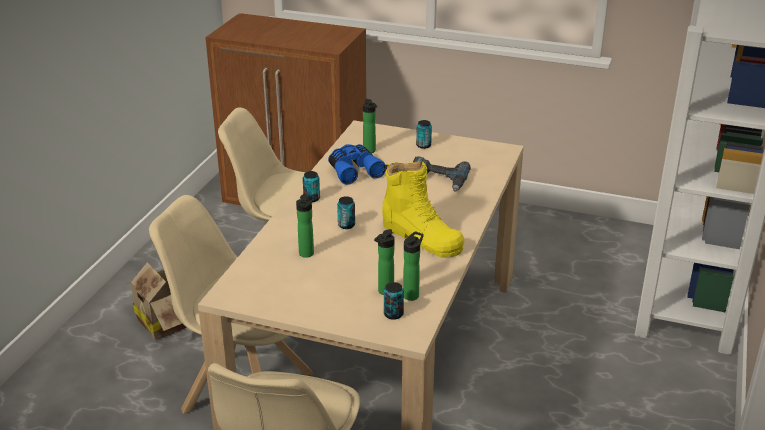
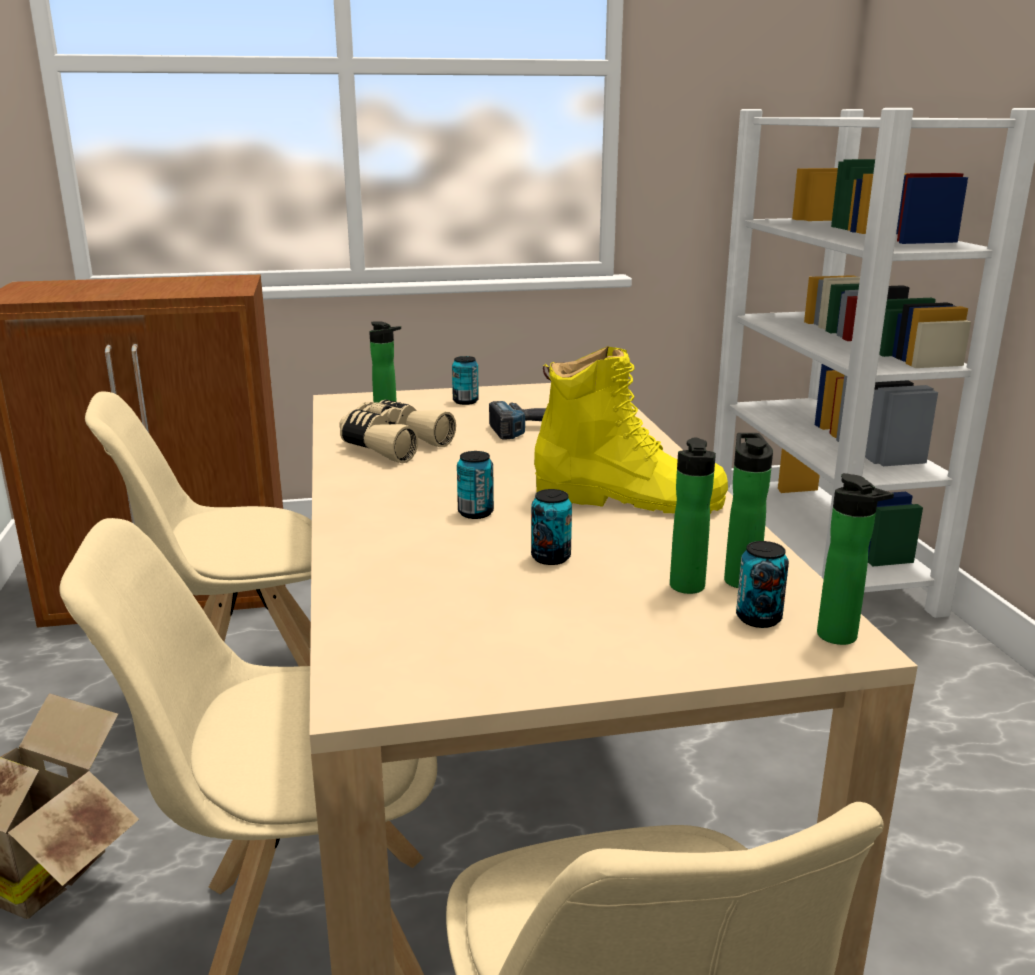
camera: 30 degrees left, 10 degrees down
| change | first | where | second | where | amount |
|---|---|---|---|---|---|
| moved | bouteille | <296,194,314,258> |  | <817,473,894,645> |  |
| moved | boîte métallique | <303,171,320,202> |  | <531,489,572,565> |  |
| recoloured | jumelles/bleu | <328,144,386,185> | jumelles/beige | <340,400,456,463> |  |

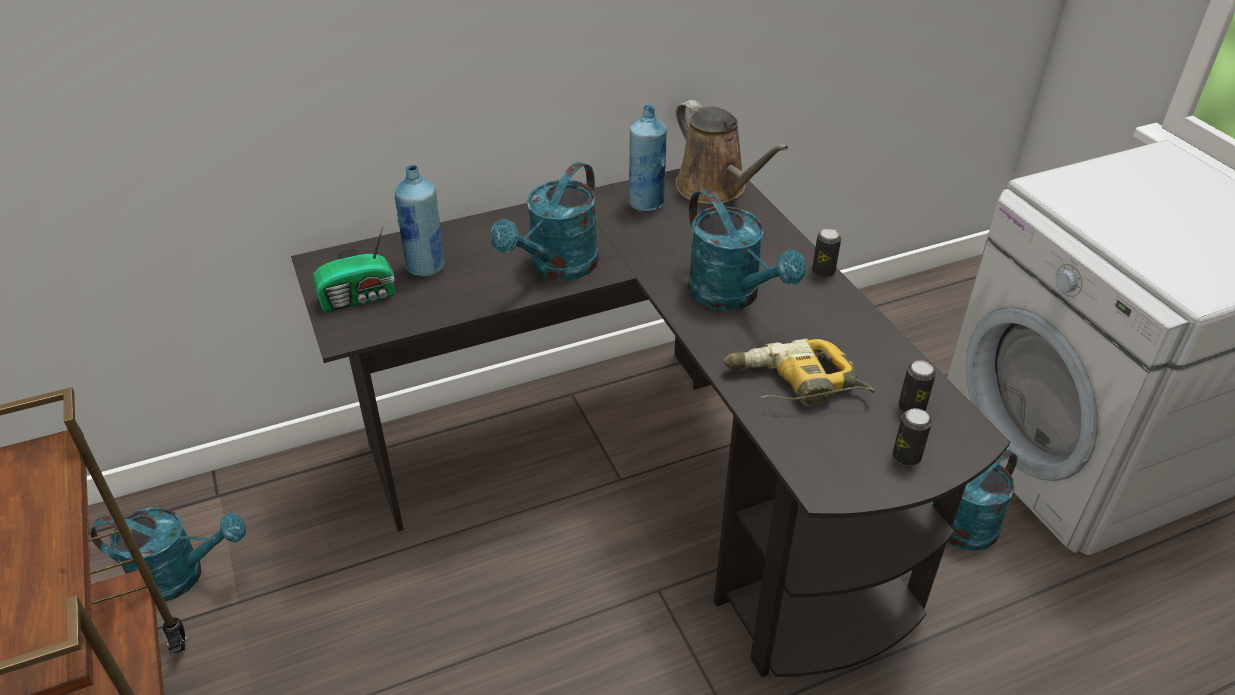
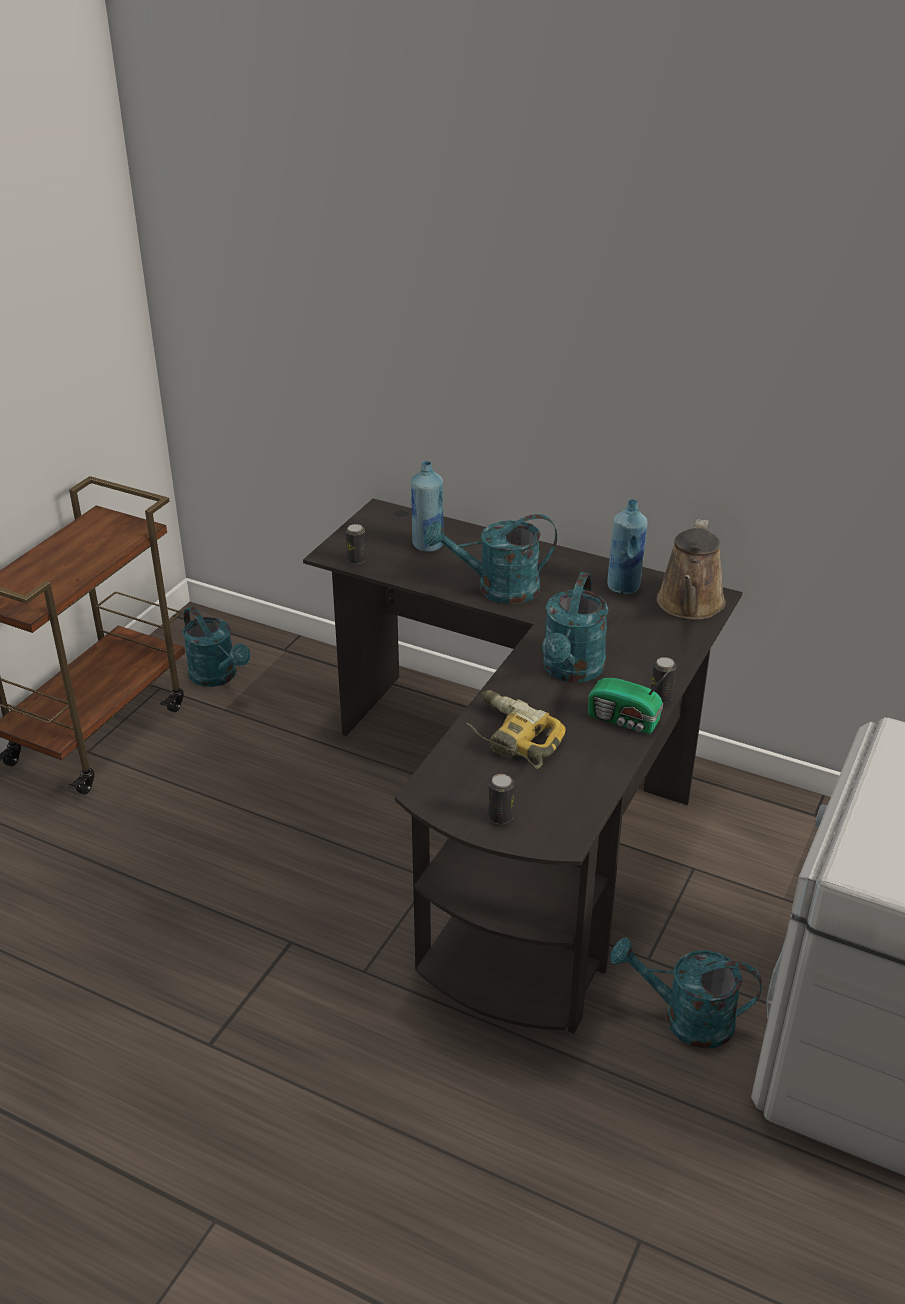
camera: 50 degrees right, 5 degrees down
| change | first | where | second | where | amount |
|---|---|---|---|---|---|
| moved | radio | <313,219,395,312> |  | <588,667,672,734> |  |
| moved | boîte métallique | <898,360,936,412> |  | <346,524,366,564> |  |

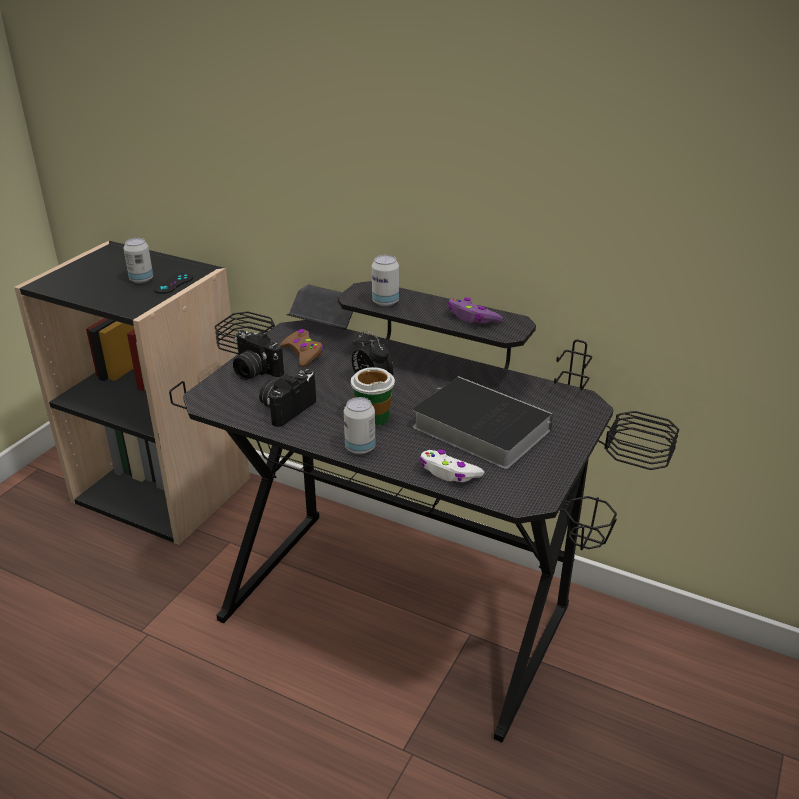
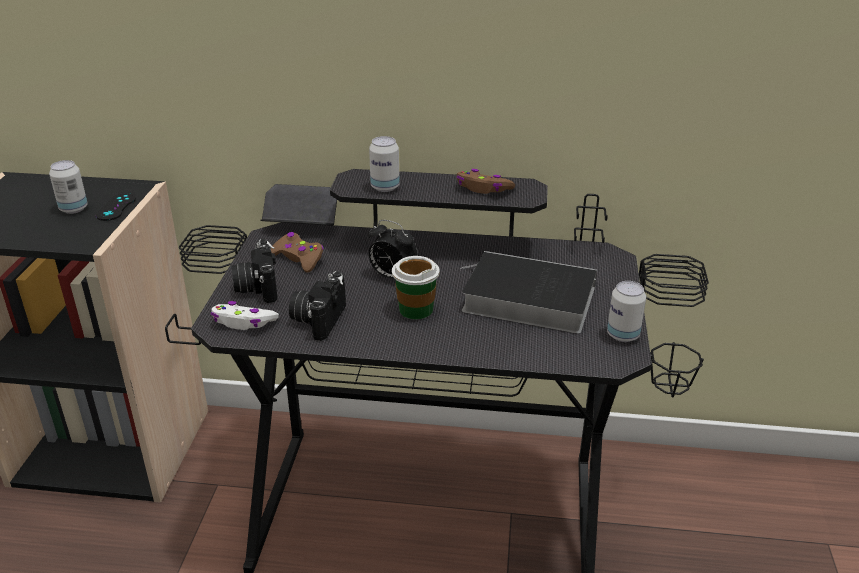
camera: 20 degrees left, 0 degrees up
| change | first | where | second | where | amount |
|---|---|---|---|---|---|
| turned | appareil photo | <233,330,284,380> |  | <231,239,278,303> | 60 degrees clockwise |
| moved | boîte métallique | <344,397,375,454> |  | <607,281,646,342> |  |
| moved | manette/blanc | <420,450,484,482> |  | <211,301,279,330> |  |
| recoloured | manette/violet | <447,297,503,323> | manette/marron | <456,169,515,194> |  |

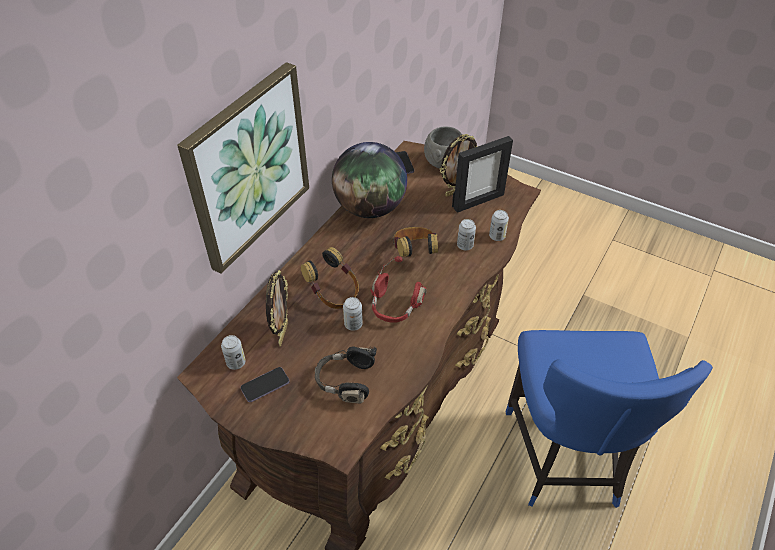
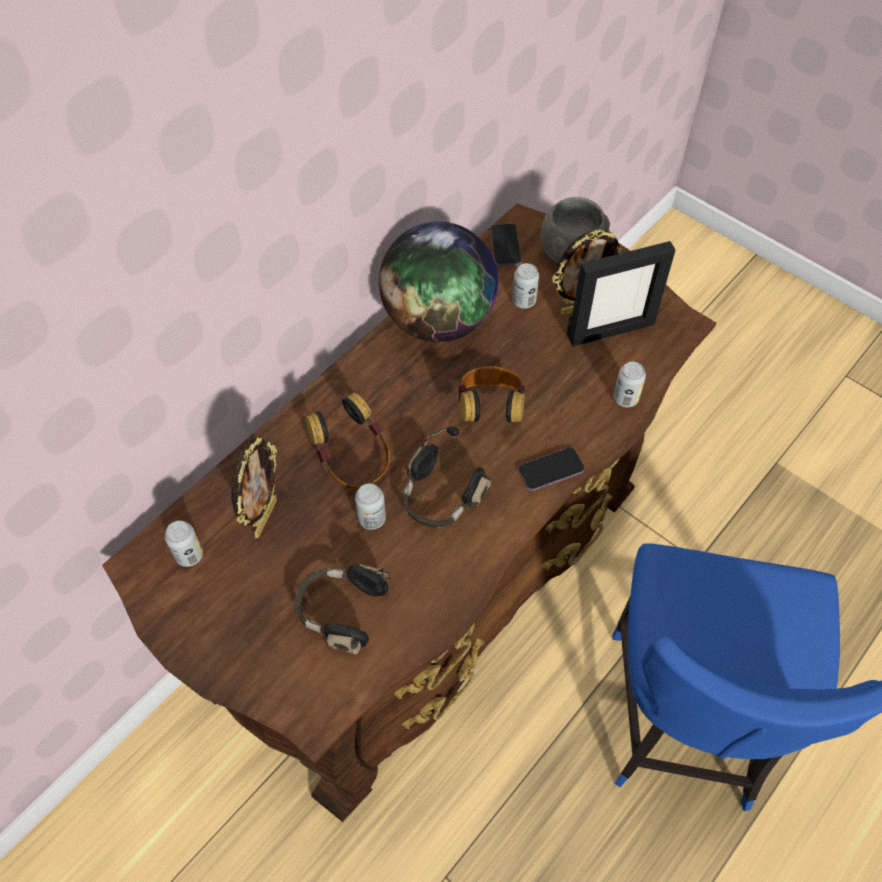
camera: 10 degrees right, 10 degrees up
| change | first | where | second | where | amount |
|---|---|---|---|---|---|
| removed | tableau | <177,62,309,274> |  |  |  |
| moved | téléphone | <241,367,290,402> |  | <518,447,585,491> |  |
| recoloured | casque audio/rouge | <370,256,426,323> | casque audio/noir | <403,426,491,528> |  |
| moved | boîte métallique | <457,219,476,250> |  | <512,263,539,309> |  |

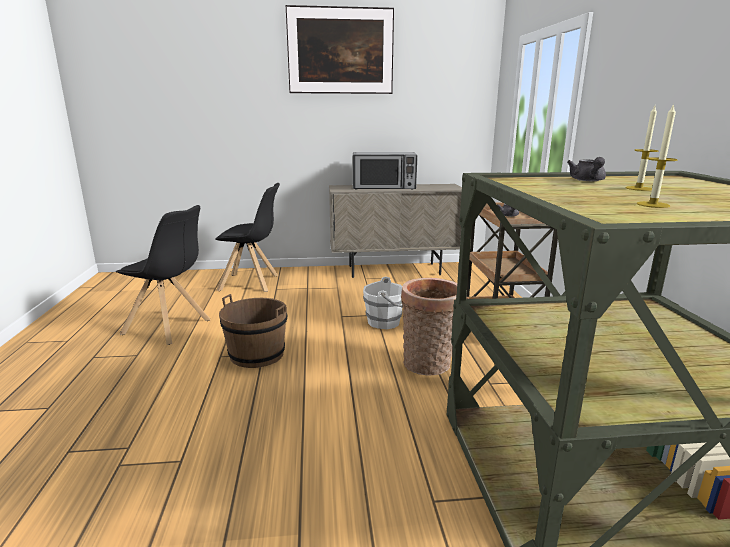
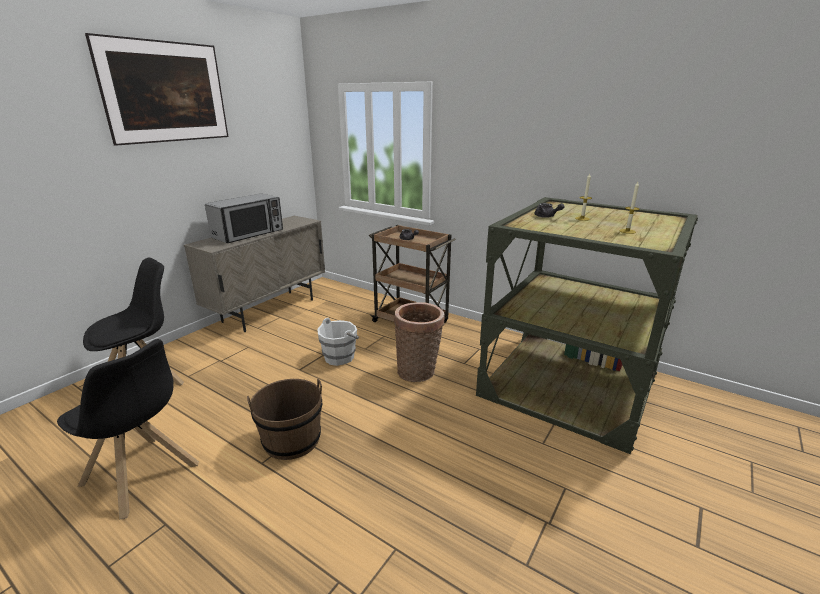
camera: 50 degrees left, 5 degrees up
| change | first | where | second | where | amount |
|---|---|---|---|---|---|
| turned | chaise/noir | <116,205,210,345> |  | <57,339,199,520> | 60 degrees clockwise |

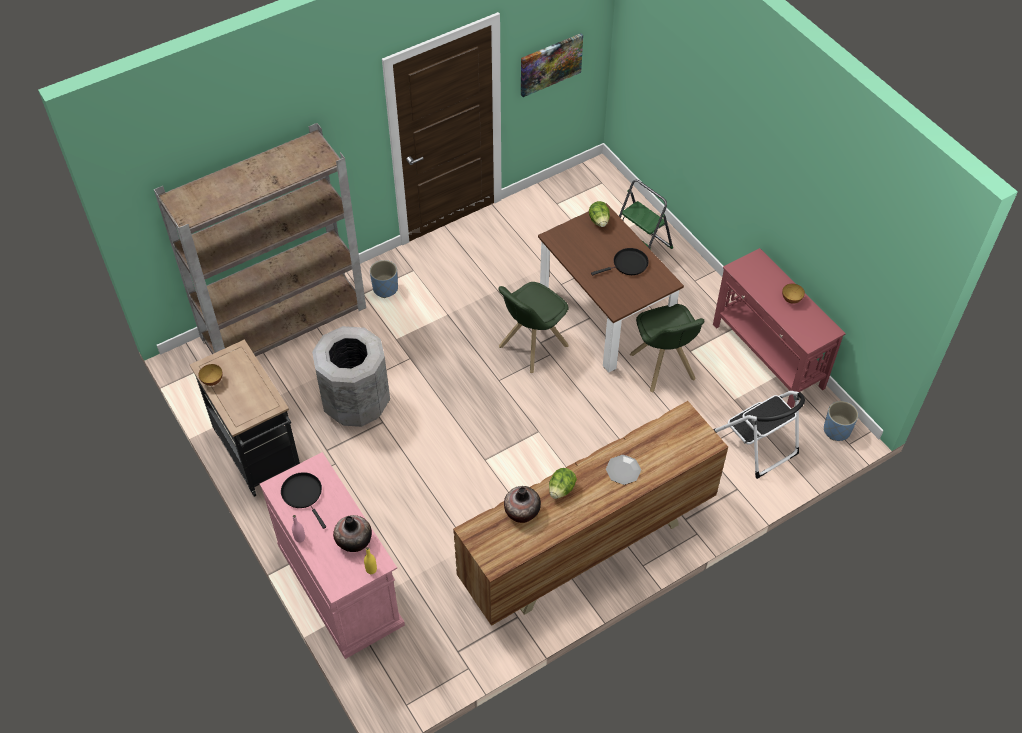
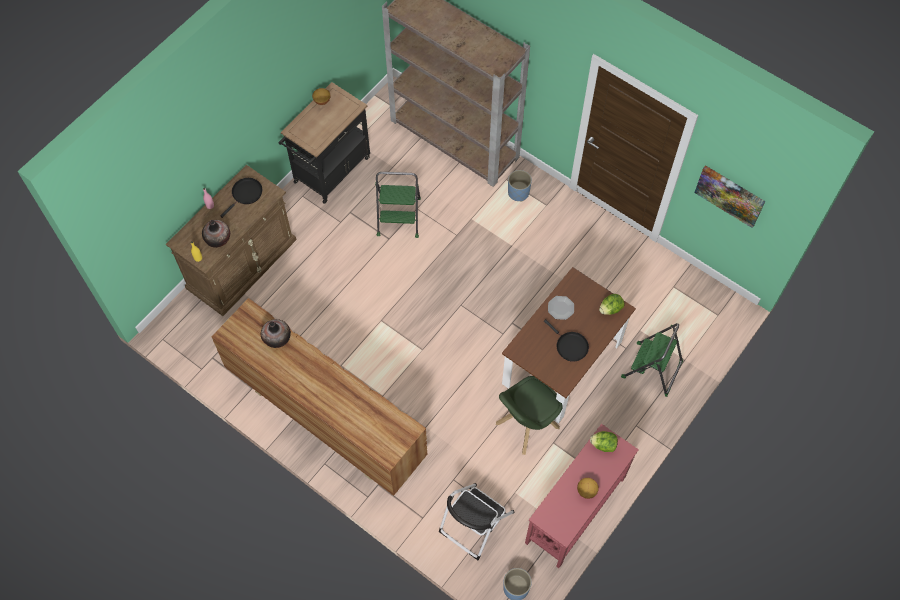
camera: 70 degrees right, 10 degrees up
| change | first | where | second | where | amount |
|---|---|---|---|---|---|
| recoloured | commode/rose | <260,452,405,659> | commode/marron | <166,165,297,316> |  |
| replaced | poubelle/gris | <312,326,390,427> | escabeau/vert | <375,172,421,238> |  |
| removed | chaise/vert | <498,282,568,373> |  |  |  |
| moved | laitue | <549,468,577,499> |  | <590,431,618,452> |  |
| moved | assiette | <606,455,641,485> |  | <548,296,574,320> |  |

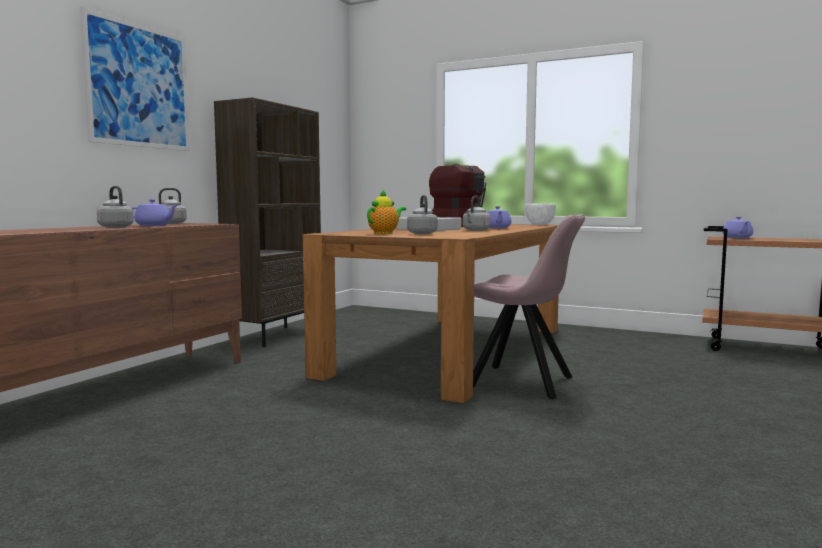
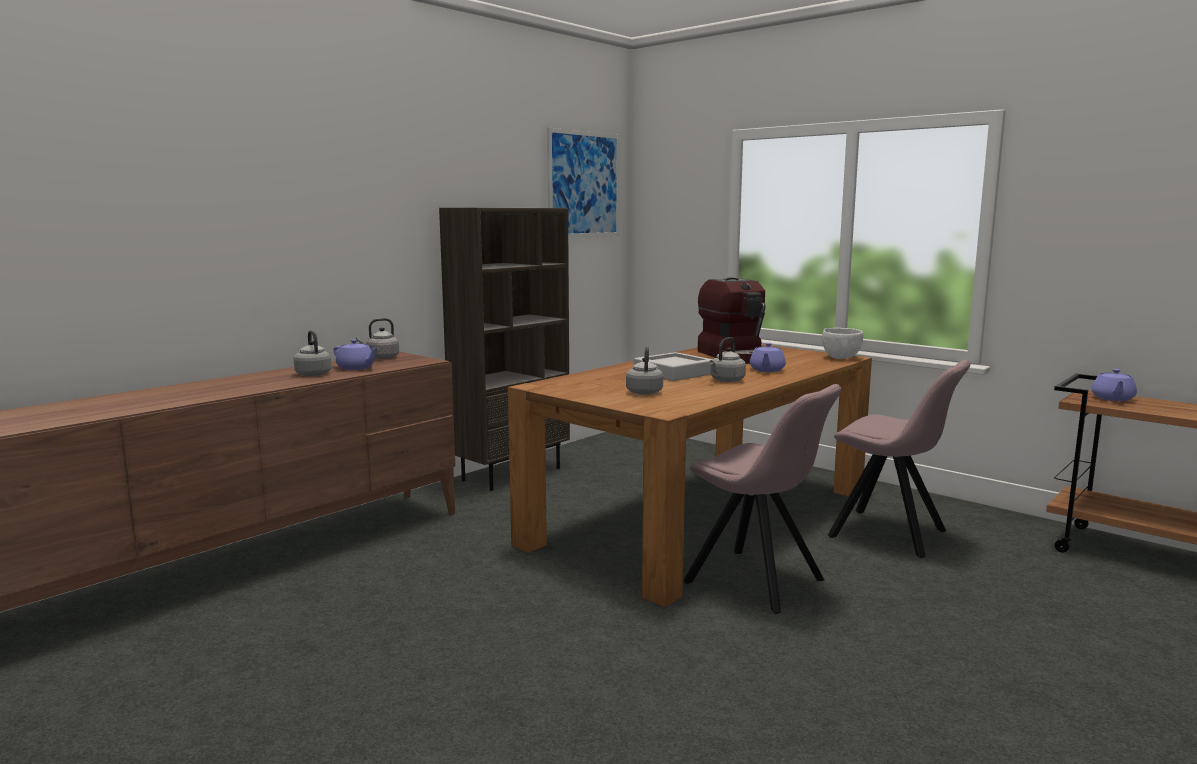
camera: 15 degrees right, 5 degrees up
| change | first | where | second | where | amount |
|---|---|---|---|---|---|
| moved | tableau | <80,7,190,151> |  | <547,128,620,238> |  |
| removed | théière | <367,190,406,234> |  |  |  |
| added |  |  | chaise/rose | <828,360,970,558> |  |

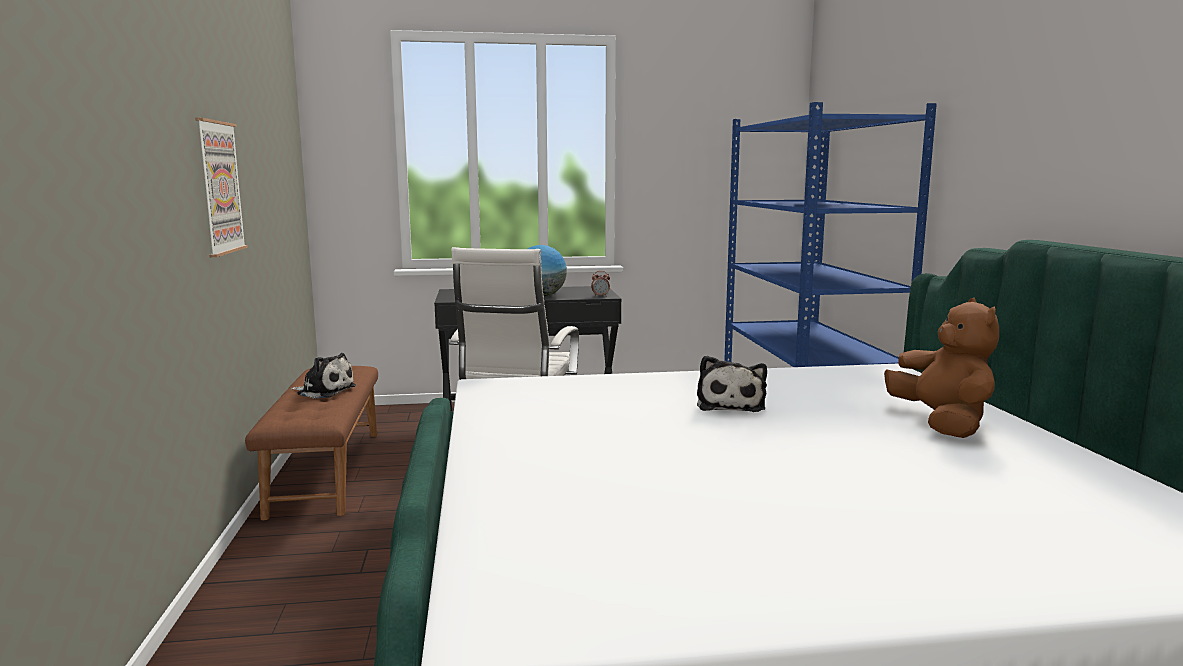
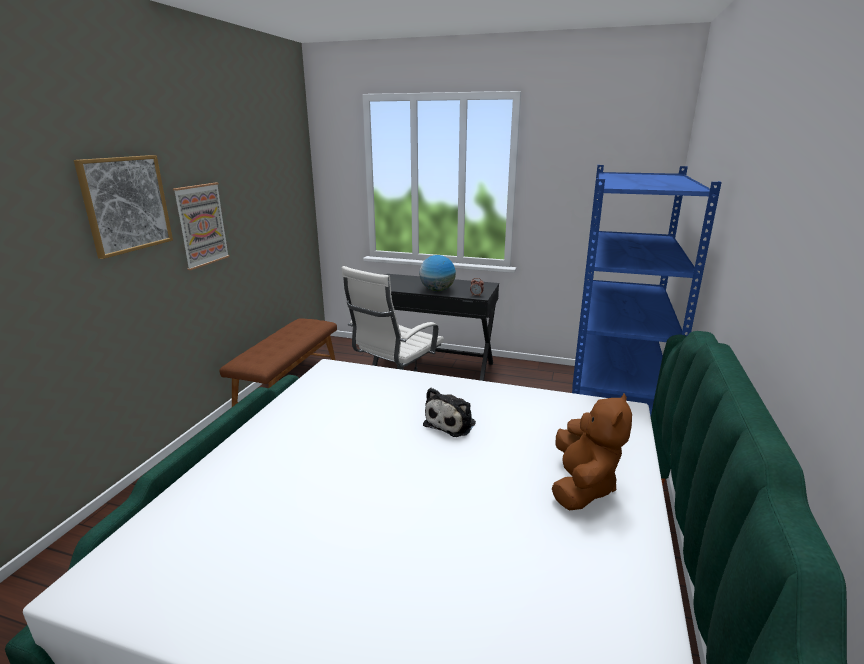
camera: 25 degrees right, 10 degrees up
| change | first | where | second | where | amount |
|---|---|---|---|---|---|
| removed | peluche | <291,353,356,399> |  |  |  |
| added |  |  | tableau | <74,155,173,259> |  |

